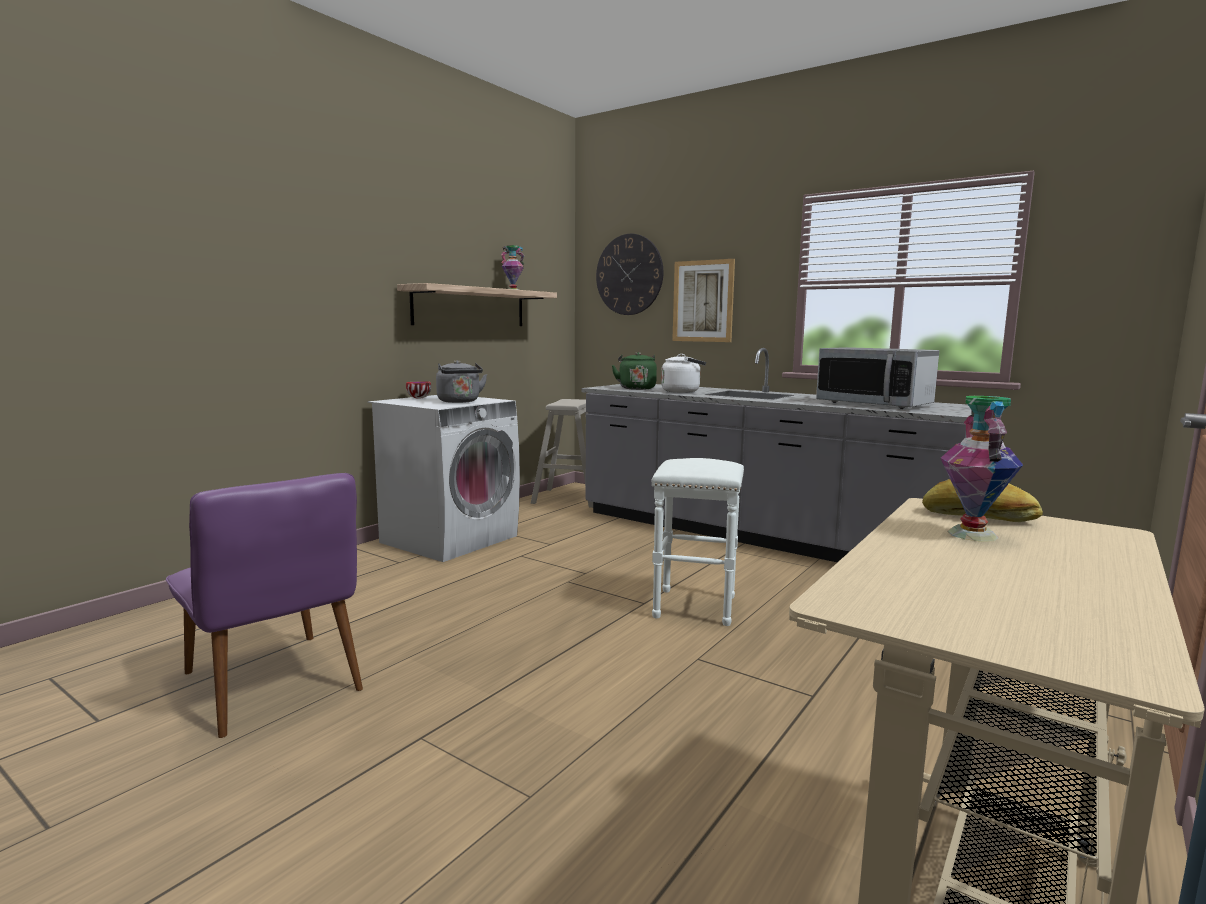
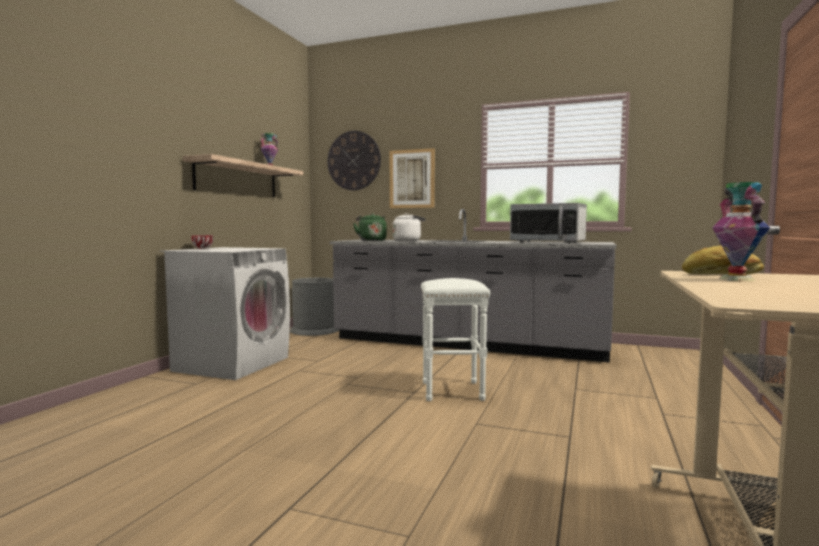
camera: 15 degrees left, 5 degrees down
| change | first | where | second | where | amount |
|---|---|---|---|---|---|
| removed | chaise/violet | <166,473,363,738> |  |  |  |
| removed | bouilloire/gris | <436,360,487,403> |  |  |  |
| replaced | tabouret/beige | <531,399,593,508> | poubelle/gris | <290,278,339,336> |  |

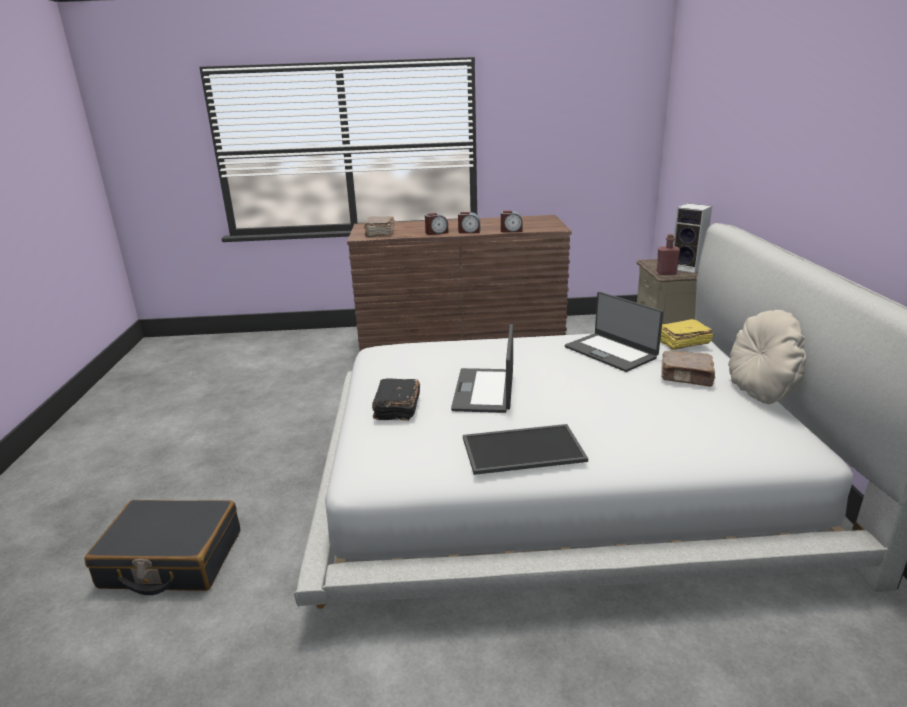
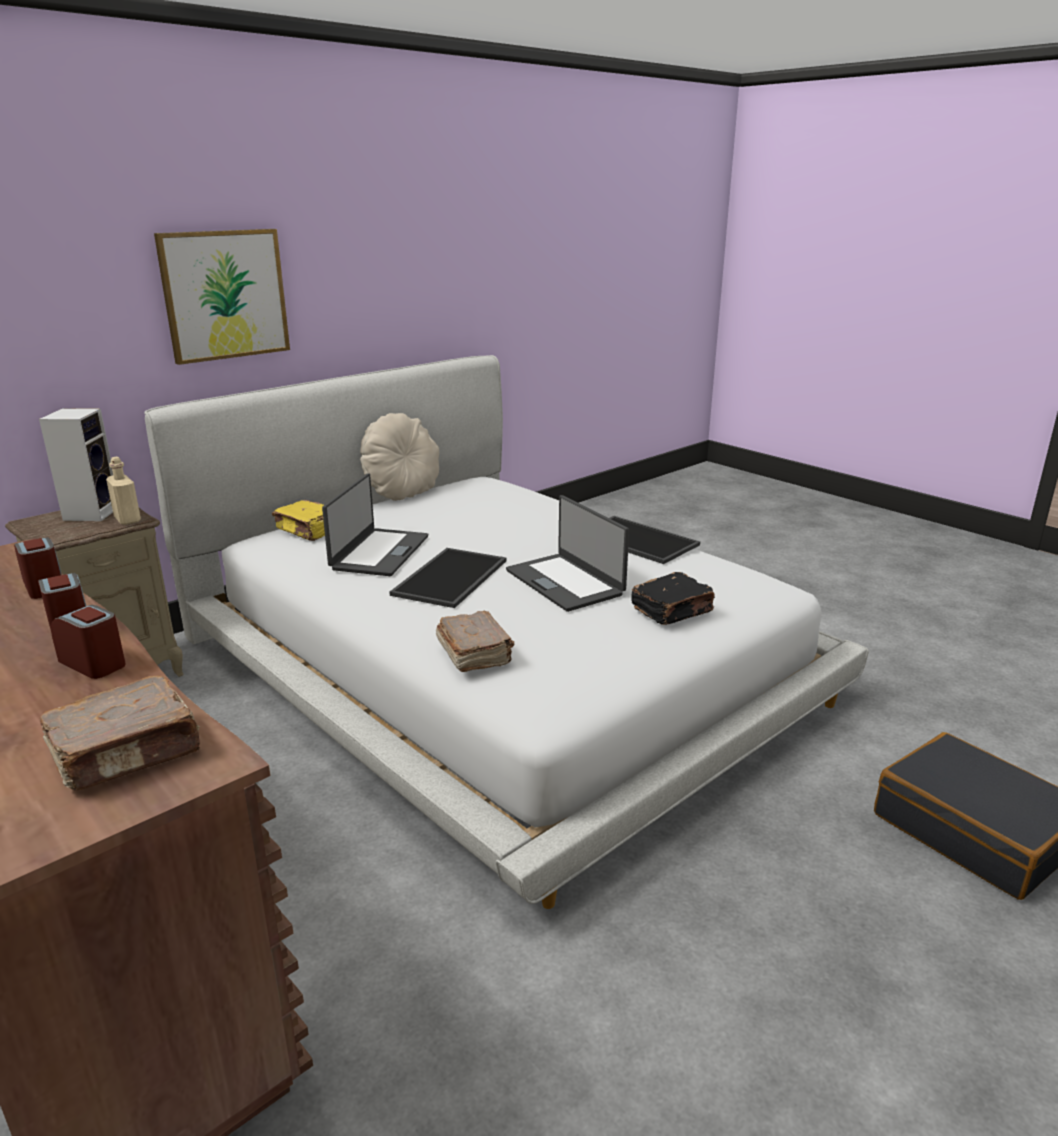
camera: 130 degrees left, 0 degrees up
| change | first | where | second | where | amount |
|---|---|---|---|---|---|
| turned | ordinateur portable | <451,324,513,413> |  | <506,495,629,612> | 90 degrees clockwise |
| recoloured | bouteille/rouge | <656,234,680,275> | bouteille/beige | <106,457,141,525> |  |
| moved | livre/marron | <661,351,716,387> |  | <436,611,514,672> |  |
| added |  |  | tableau | <154,229,290,365> |  |
| added |  |  | plateau | <390,548,506,608> |  |

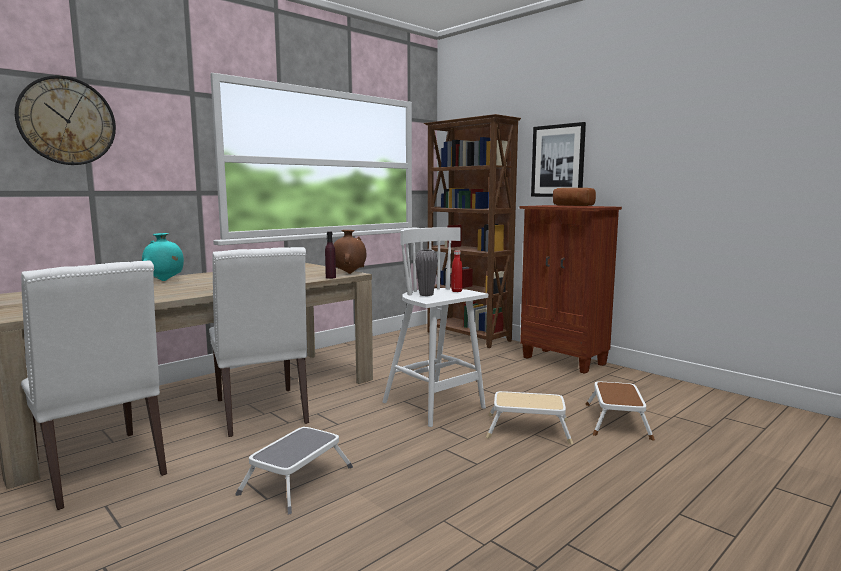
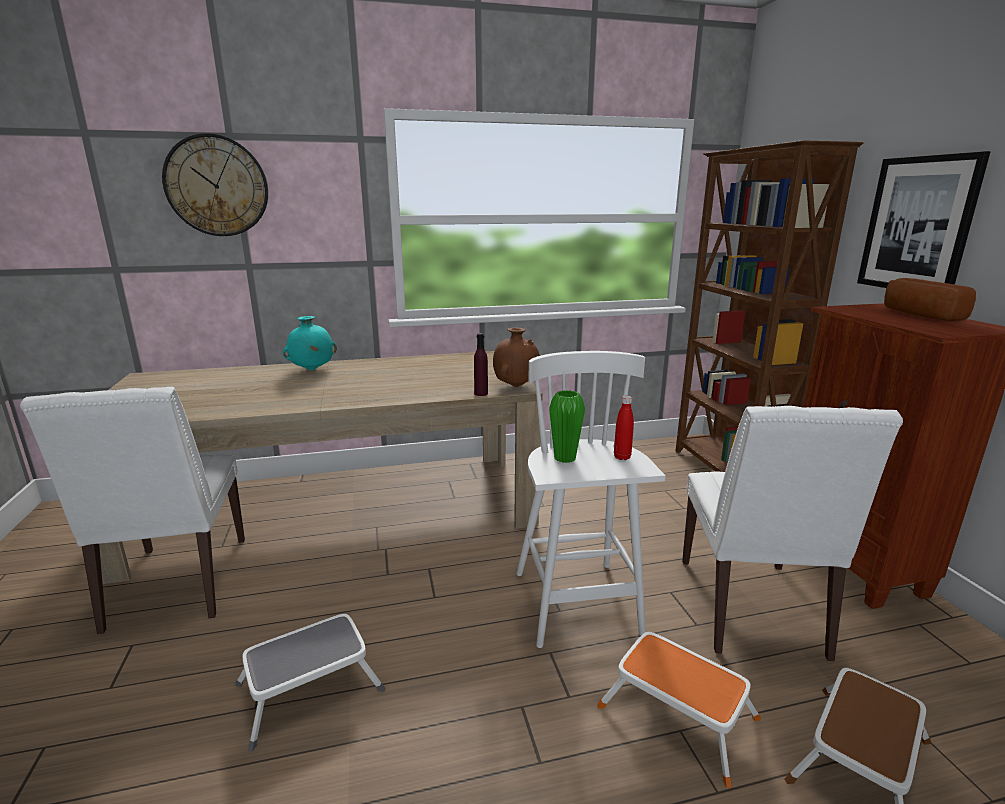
camera: 30 degrees right, 10 degrees up
| change | first | where | second | where | amount |
|---|---|---|---|---|---|
| moved | chaise/blanc | <209,247,309,437> |  | <682,406,903,661> |  |
| recoloured | vase/gris | <415,250,438,296> | vase/vert | <549,390,585,463> |  |
| recoloured | escabeau/beige | <486,391,573,444> | escabeau/orange | <597,632,761,788> |  |

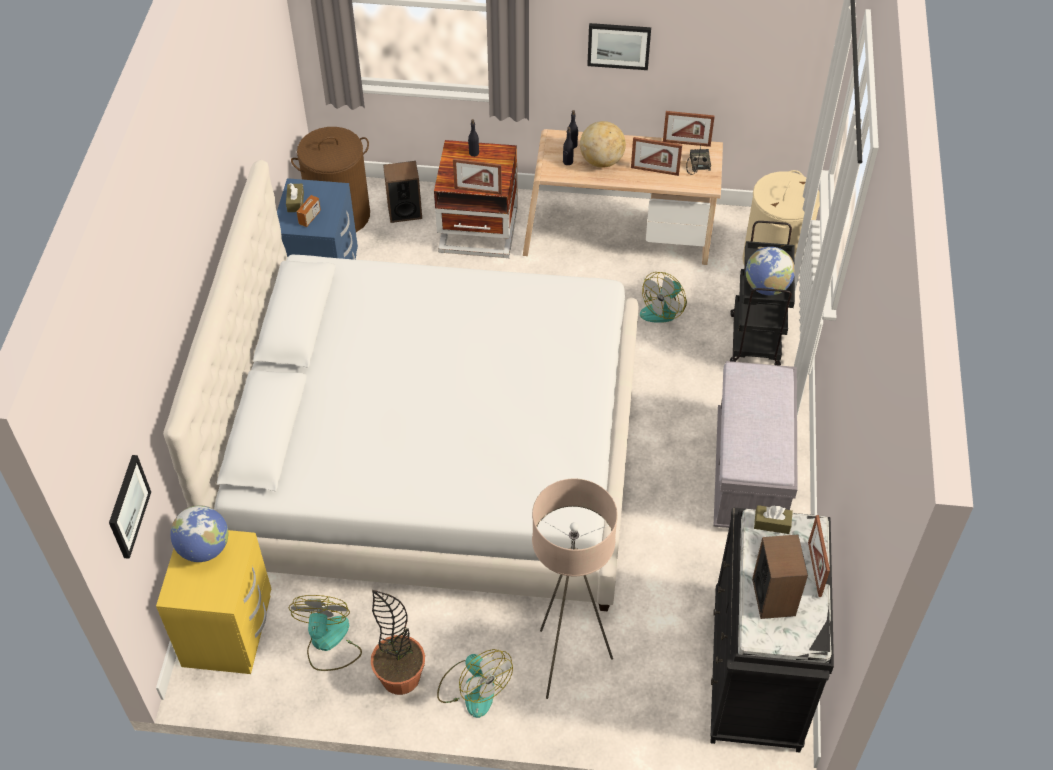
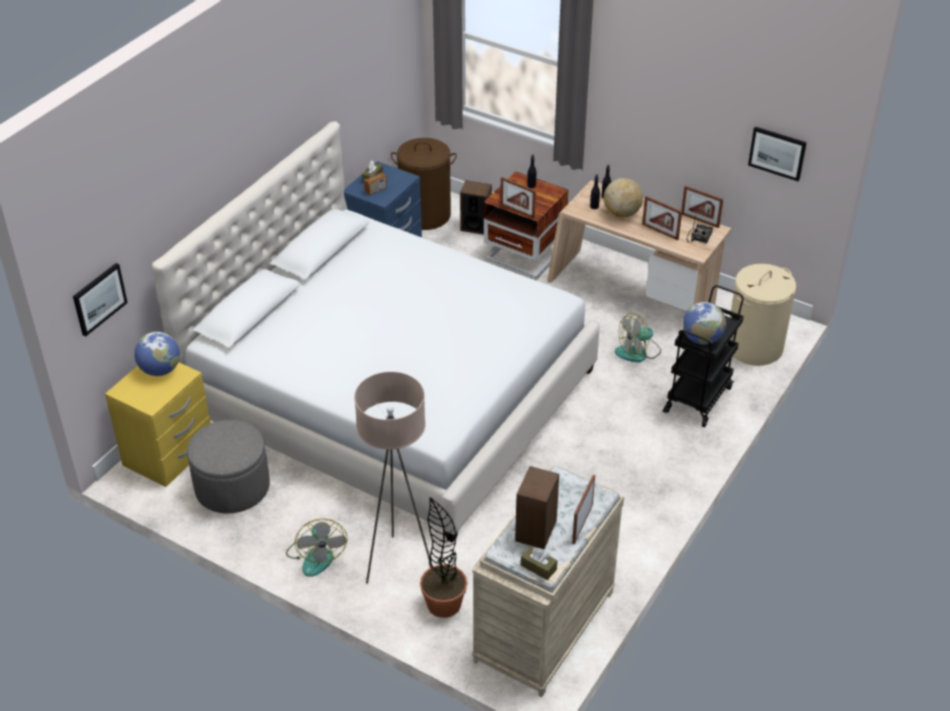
camera: 25 degrees right, 10 degrees down
| change | first | where | second | where | amount |
|---|---|---|---|---|---|
| replaced | ventilateur | <289,595,362,671> | pouf/gris | <187,420,270,513> |  |
| moved | plante en pot | <371,590,425,695> |  | <420,497,468,618> |  |
| moved | tableau | <587,23,651,70> |  | <748,127,807,181> |  |
| recoloured | commode/noir | <711,508,834,753> | commode/beige | <472,466,624,697> |  |
| removed | banc/gris | <714,361,798,528> |  |  |  |
| moved | boîte à mouchoirs/marron | <754,505,793,534> |  | <521,546,557,580> |  |

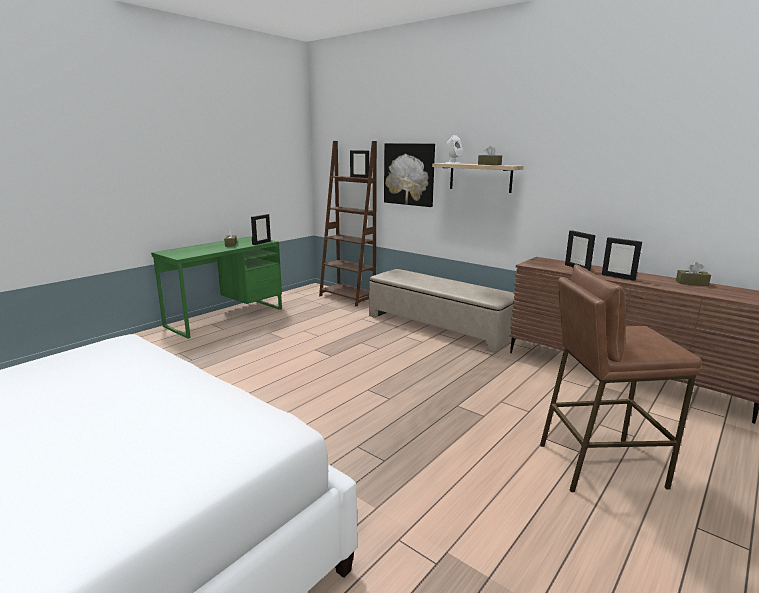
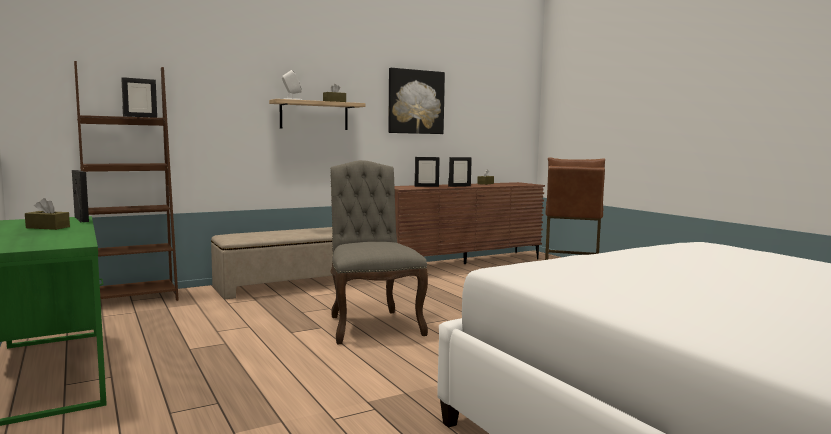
camera: 70 degrees left, 10 degrees down
| change | first | where | second | where | amount |
|---|---|---|---|---|---|
| moved | tableau | <384,143,435,207> |  | <388,68,445,134> |  |
| added |  |  | chaise/gris | <330,160,428,345> |  |

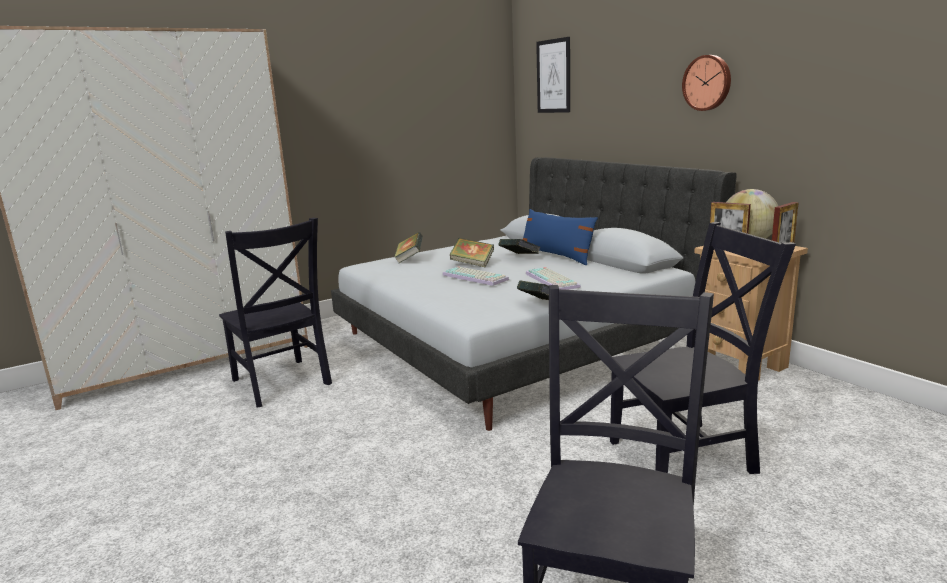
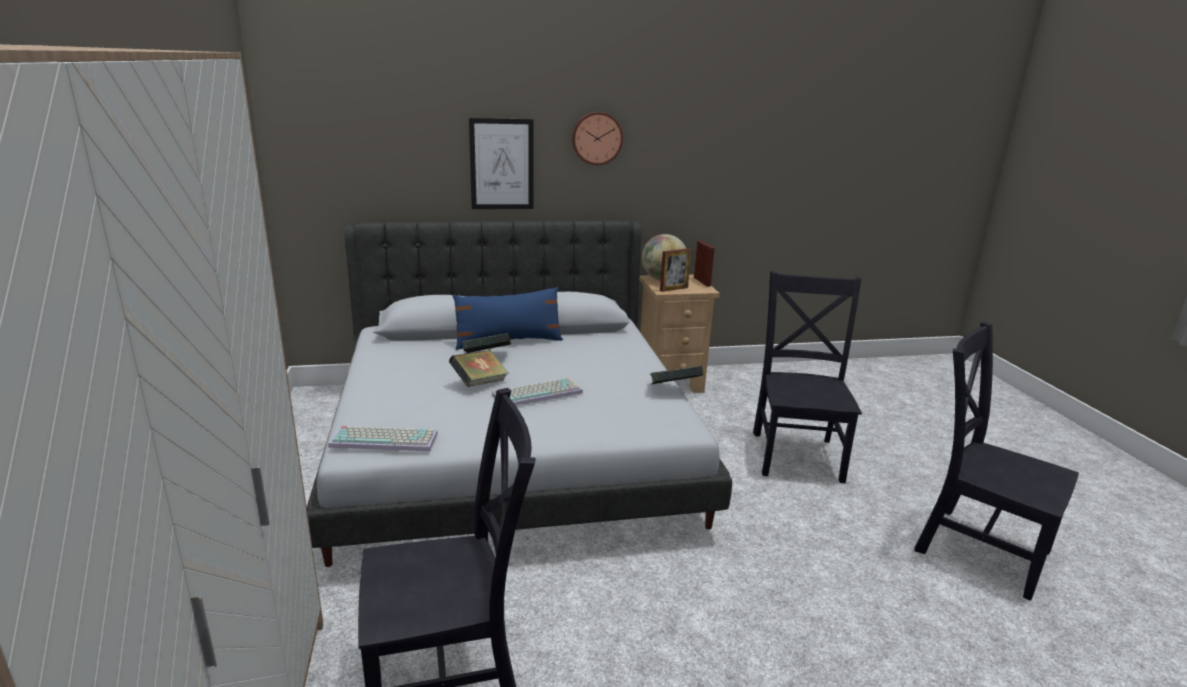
camera: 70 degrees left, 5 degrees up
| change | first | where | second | where | amount |
|---|---|---|---|---|---|
| removed | livre | <394,232,423,263> |  |  |  |
| moved | clavier | <526,267,581,290> |  | <328,426,438,451> |  |
| moved | tableau | <536,37,570,113> |  | <469,118,534,209> |  |

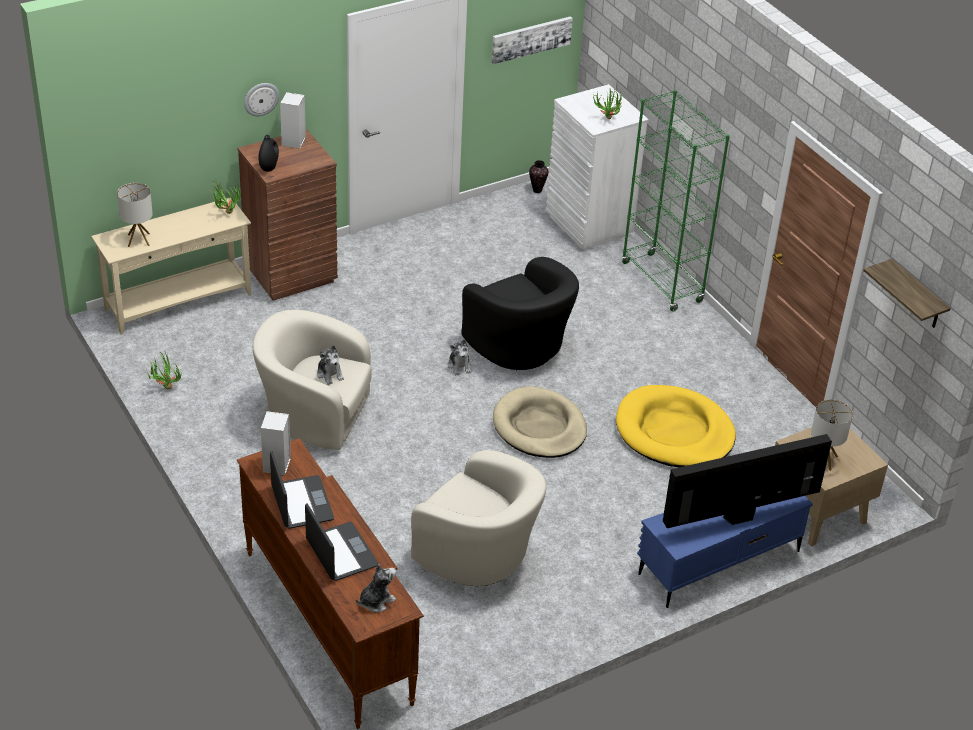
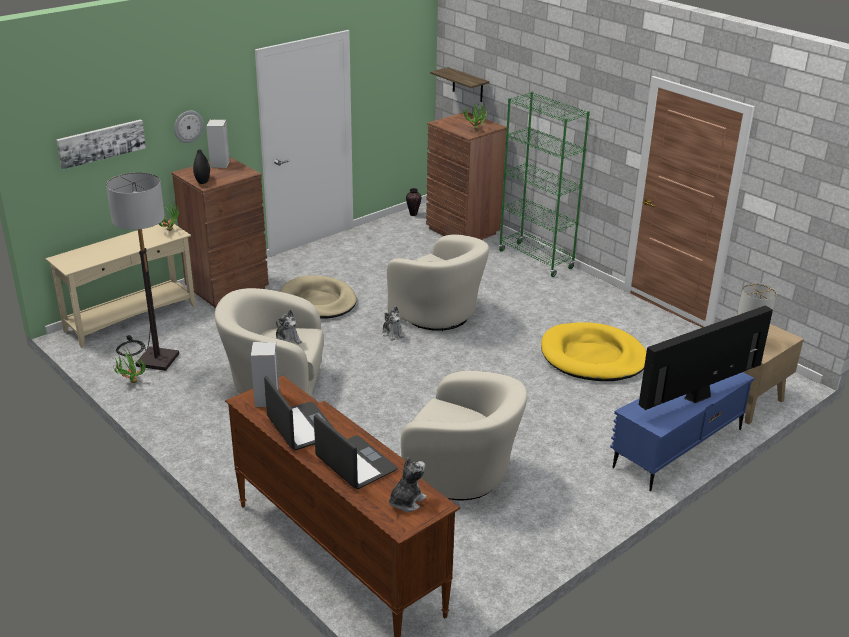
camera: 10 degrees left, 10 degrees down
| change | first | where | second | where | amount |
|---|---|---|---|---|---|
| removed | lampe de table | <117,183,153,247> |  |  |  |
| recoloured | fauteuil/noir | <462,257,579,371> | fauteuil/beige | <387,234,489,331> |  |
| moved | tableau | <492,16,573,64> |  | <56,119,146,169> |  |
| moved | panier pour chien/beige | <493,386,587,458> |  | <280,275,357,319> |  |
| recoloured | commode/blanc | <546,84,649,250> | commode/marron | <426,112,507,240> |  |
| moved | étagère | <863,259,951,328> |  | <430,67,489,102> |  |
| added |  |  | lampadaire | <106,172,179,371> |  |

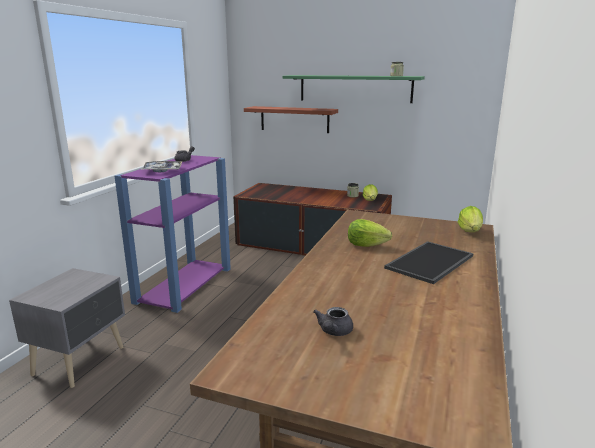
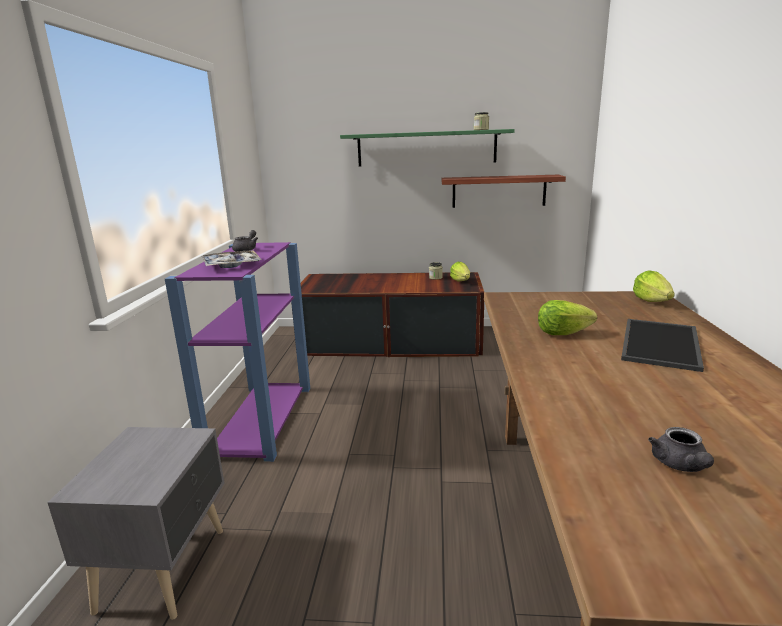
camera: 15 degrees left, 0 degrees up
| change | first | where | second | where | amount |
|---|---|---|---|---|---|
| moved | étagère | <244,106,338,133> |  | <442,175,566,208> |  |

